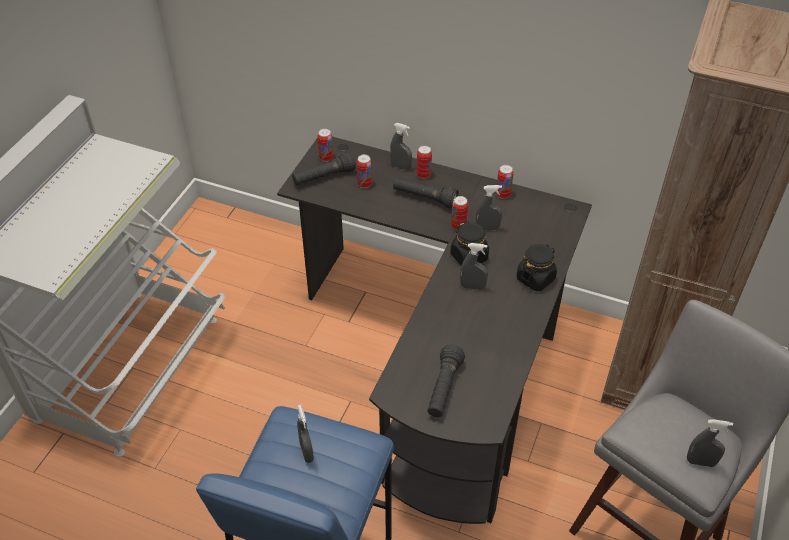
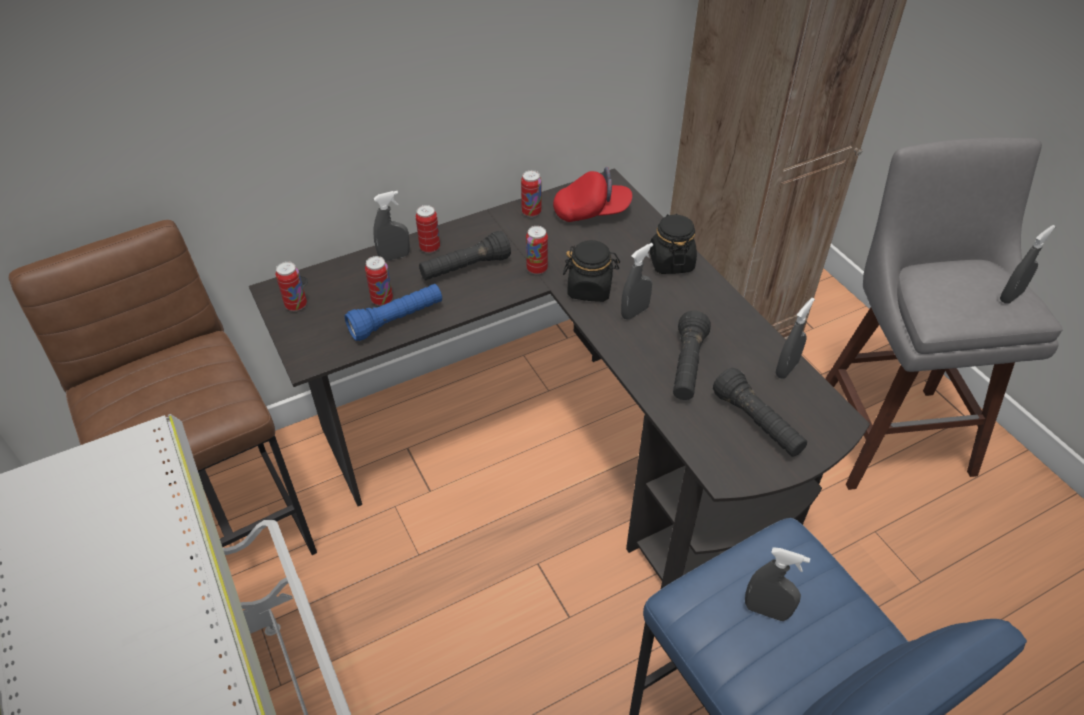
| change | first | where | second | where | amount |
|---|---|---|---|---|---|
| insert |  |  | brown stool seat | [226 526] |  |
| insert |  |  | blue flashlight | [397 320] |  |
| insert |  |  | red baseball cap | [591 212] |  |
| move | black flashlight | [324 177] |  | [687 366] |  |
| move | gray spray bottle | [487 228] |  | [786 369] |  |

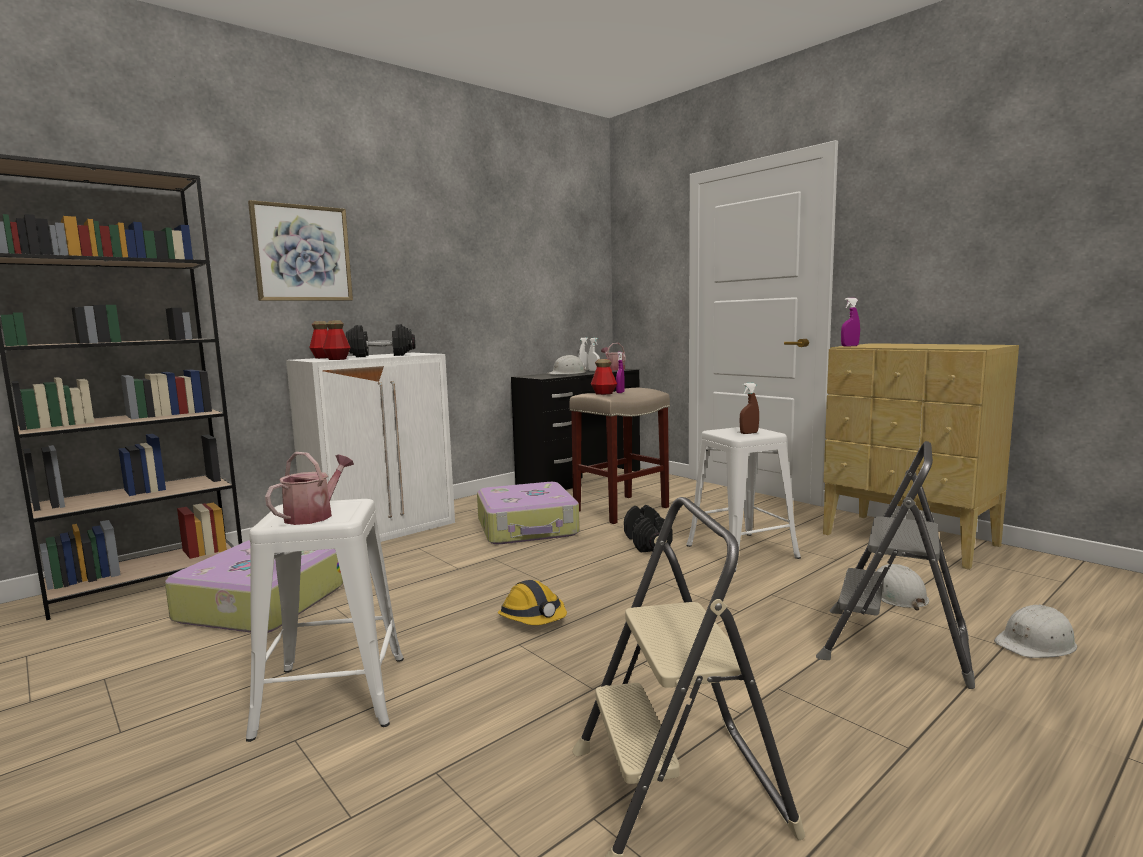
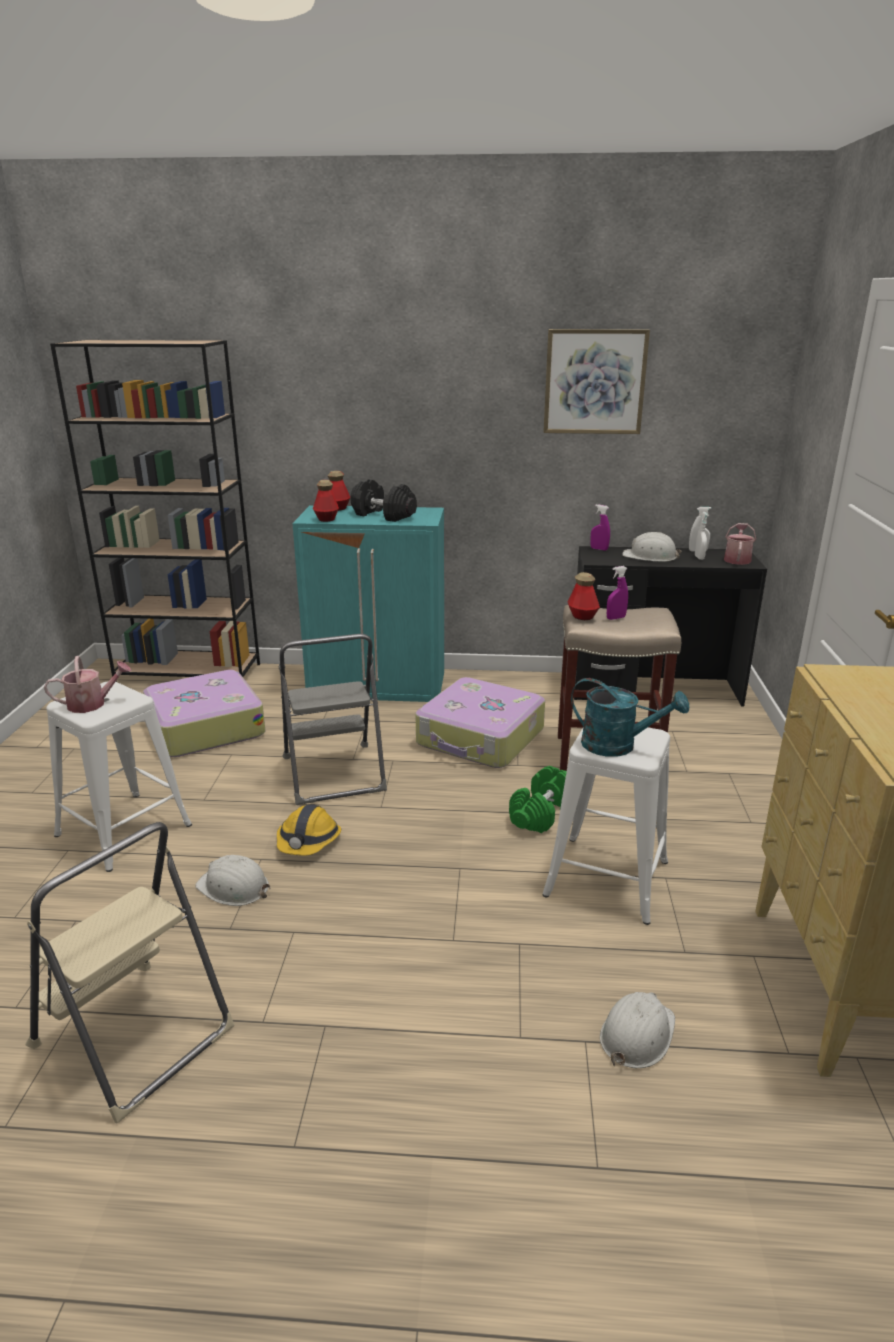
| change | first | where | second | where | amount |
|---|---|---|---|---|---|
| move | picture | [302 253] |  | [594 382] |  |
| move | gray stepladder | [901 647] |  | [333 775] |  |
| move | purple spray bottle | [849 346] |  | [599 549] |  |
| move | white safety helmet | [1036 643] |  | [233 887] |  |
| replace | brown spray bottle | [749 433] | turquoise sprinkling can | [618 746] |  |
| recolor | white cabinet | [382 529] | turquoise cabinet | [378 685] |  |
| recolor | black dumbbell | [647 543] | green-coloured dumbbell | [541 814] |  |

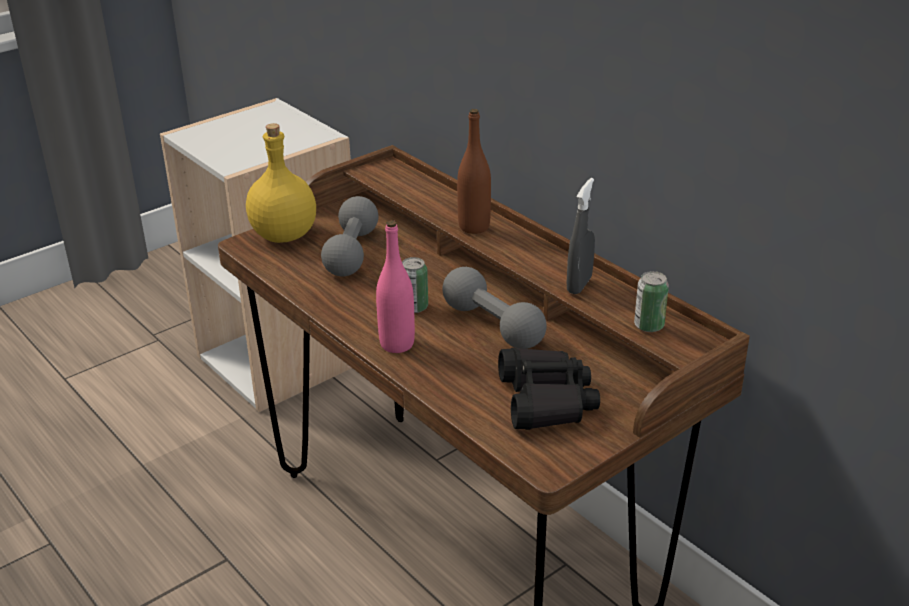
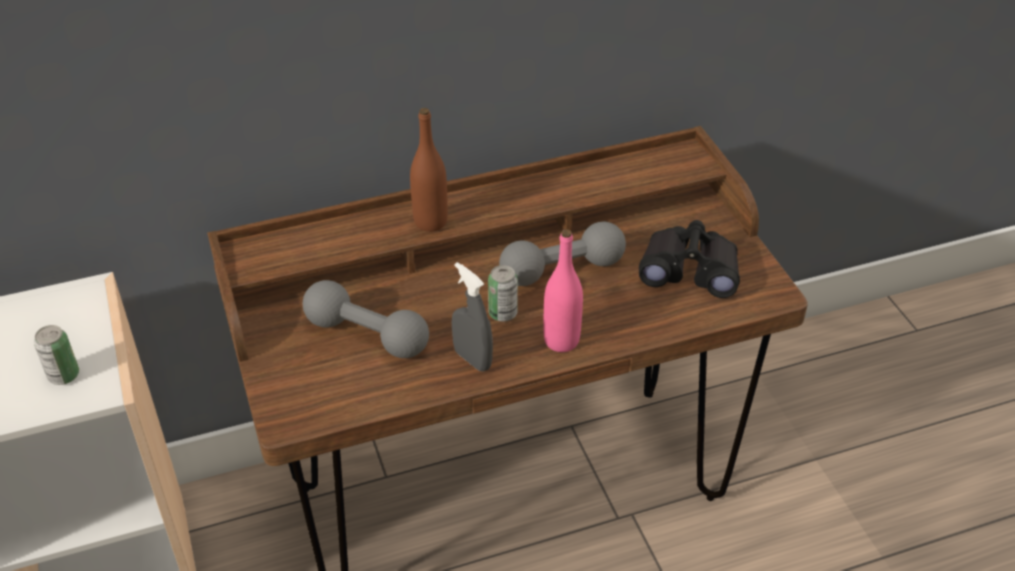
| change | first | where | second | where | amount |
|---|---|---|---|---|---|
| delete | yellow-coloured bottle | [284 236] |  |  |  |
| move | gray spray bottle | [579 285] |  | [472 359] |  |
| move | metal can | [649 326] |  | [64 375] |  |

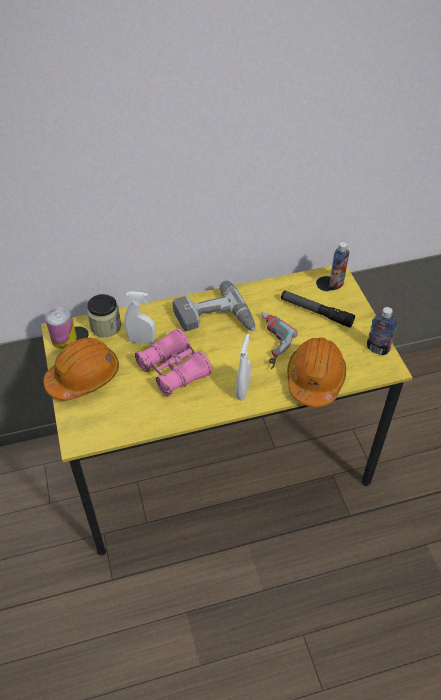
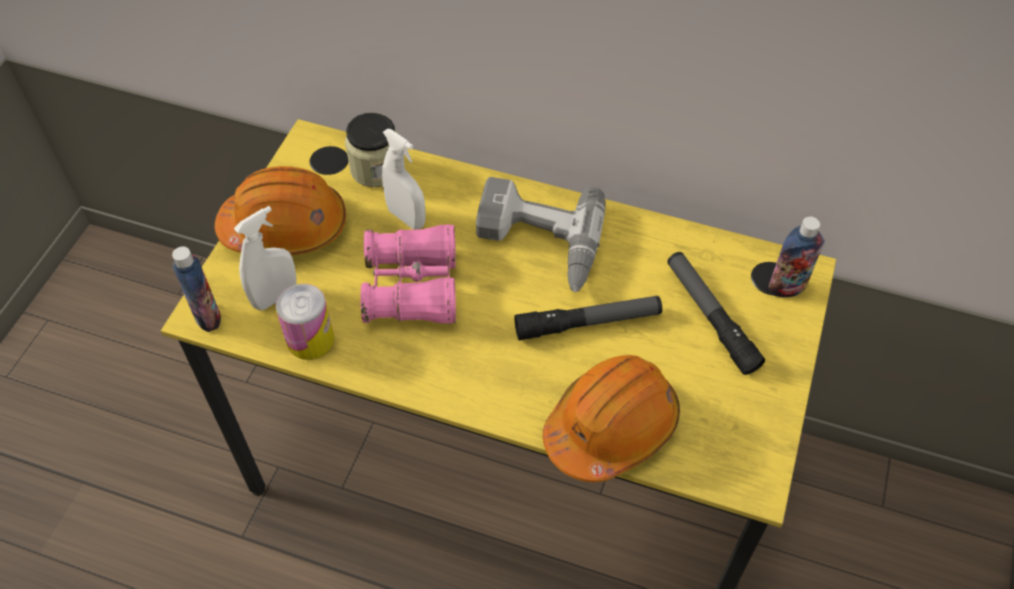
| change | first | where | second | where | amount |
|---|---|---|---|---|---|
| move | metal can | [64 339] |  | [310 339] |  |
| move | white spray bottle | [243 390] |  | [275 297] |  |
| move | bottle | [377 349] |  | [207 316] |  |
| replace | electric drill | [267 342] | flashlight | [588 323] |  |

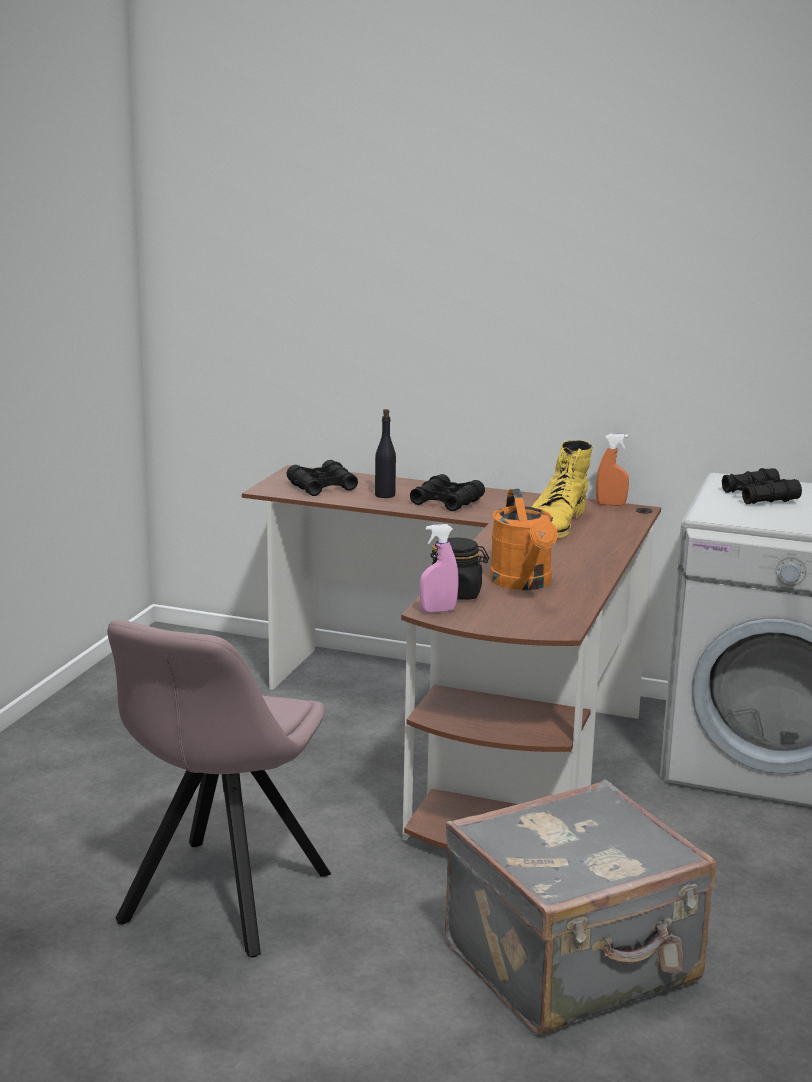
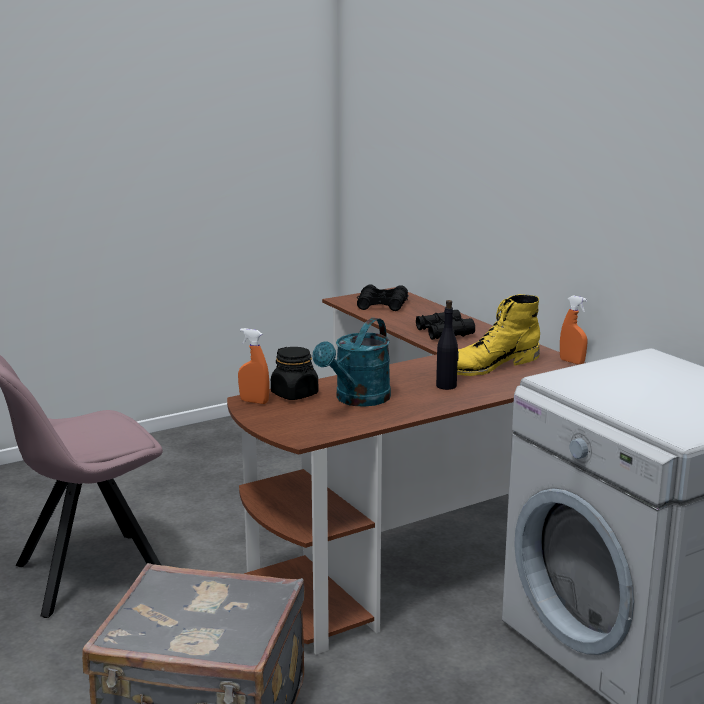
| change | first | where | second | where | amount |
|---|---|---|---|---|---|
| delete | black binoculars | [759 496] |  |  |  |
| move | black bottle | [385 495] |  | [446 386] |  |
| recolor | pinkish spray bottle | [438 611] | orange spray bottle | [254 401] |  |
| recolor | orange sprinkling can | [524 583] | turquoise sprinkling can | [357 400] |  |

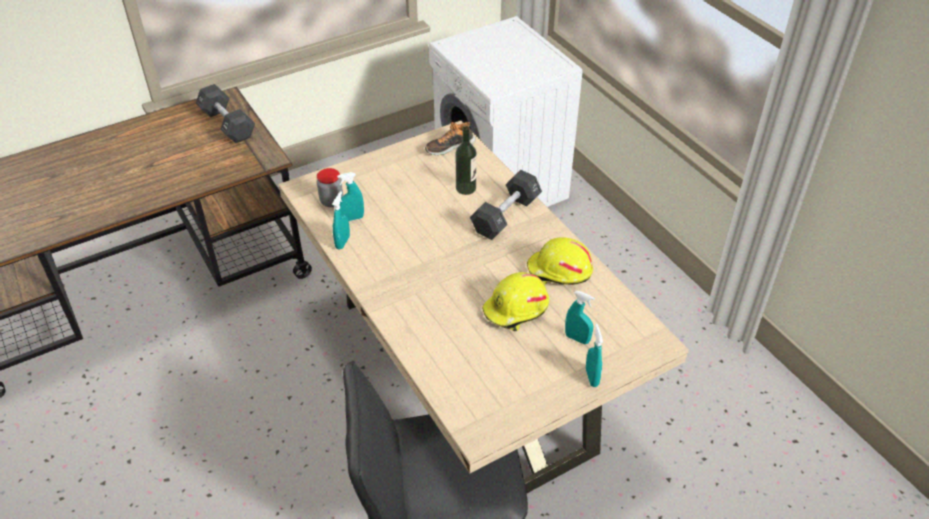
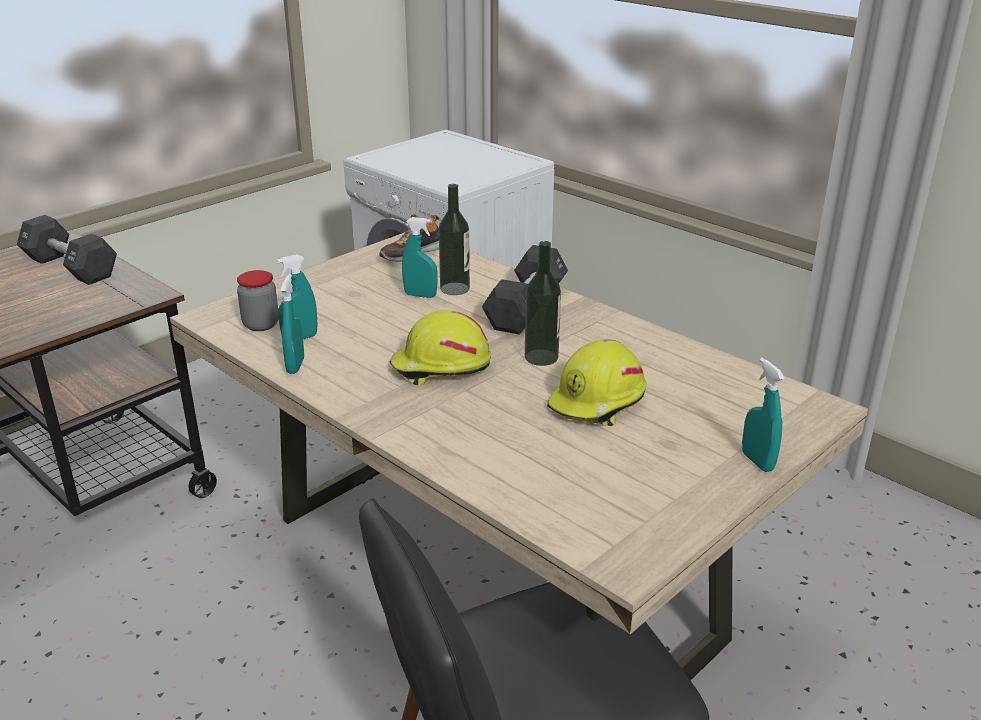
| change | first | where | second | where | amount |
|---|---|---|---|---|---|
| insert |  |  | bottle | [541 357] |  |
| move | yellow-coloured safety helmet | [559 271] |  | [440 367] |  |
| move | turquoise spray bottle | [577 338] |  | [420 295] |  |

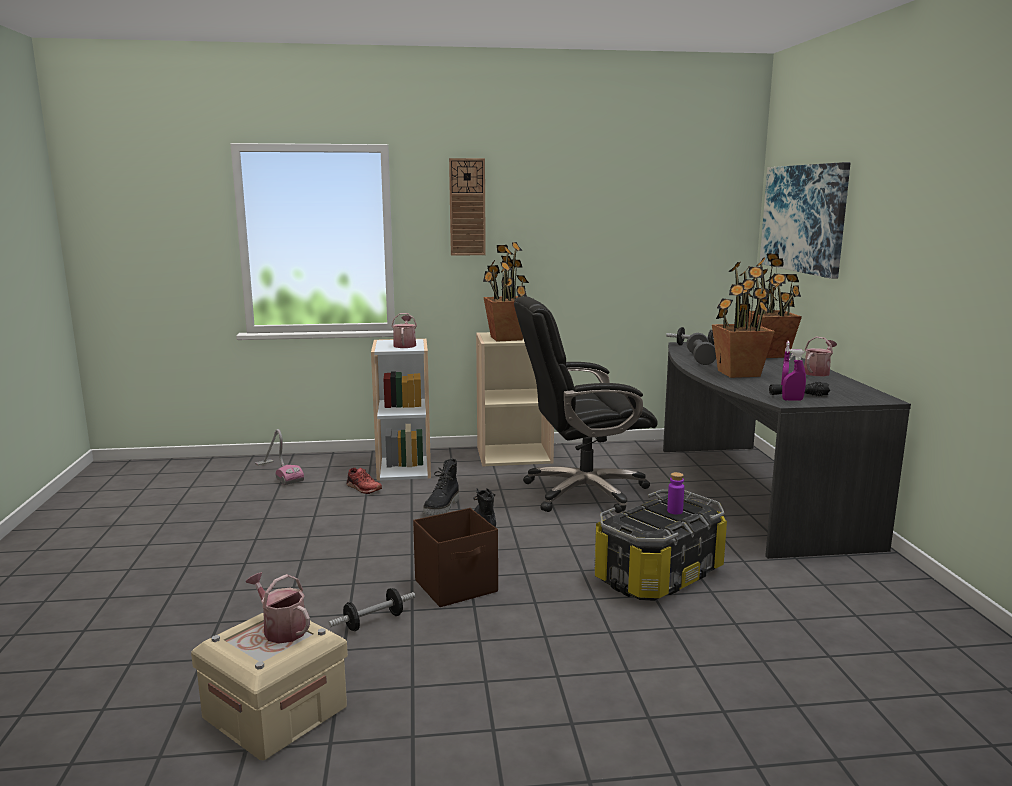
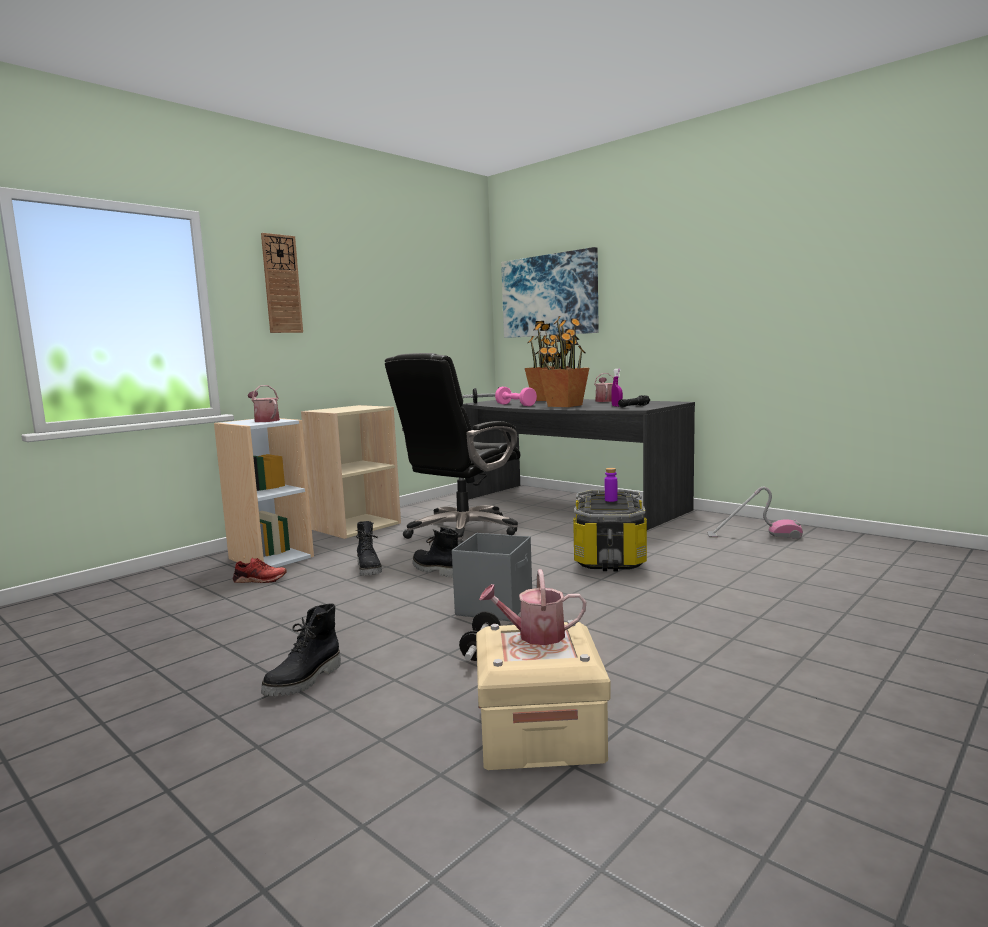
| change | first | where | second | where | amount |
|---|---|---|---|---|---|
| delete | potted plant | [505 338] |  |  |  |
| delete | purple spray bottle | [792 400] |  |  |  |
| insert |  |  | black boot | [304 681] |  |
| move | hoover | [278 473] |  | [753 535] |  |
| recolor | brown storage box | [457 586] | gray storage box | [495 606] |  |
| recolor | gray dumbbell | [700 359] | pinkish dumbbell | [515 405] |  |

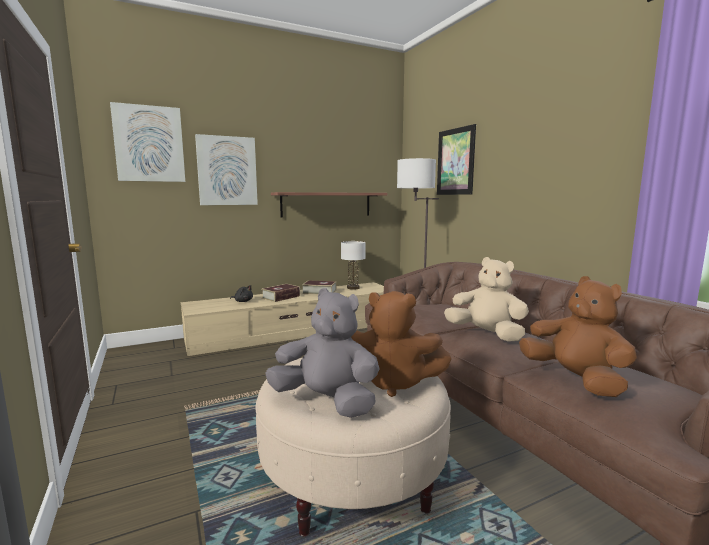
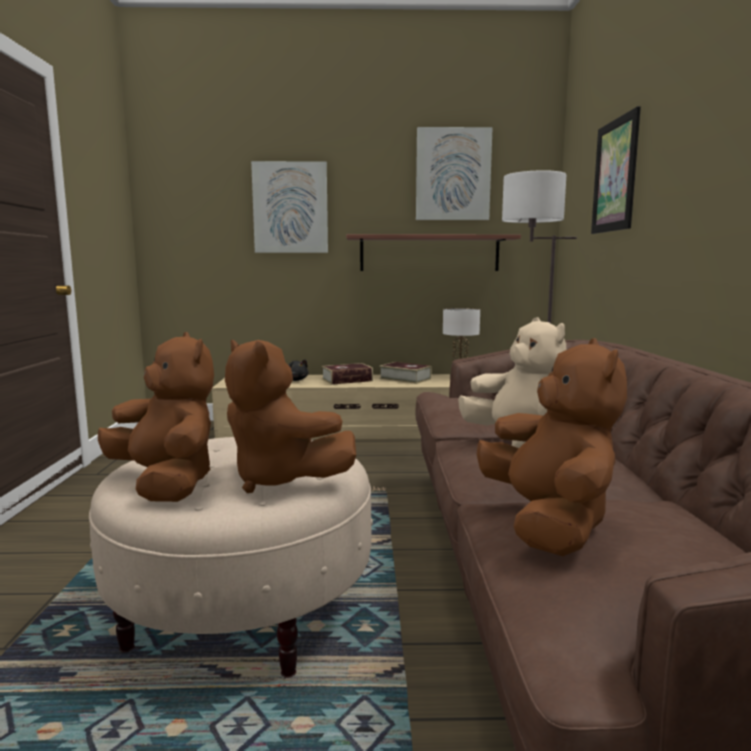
| change | first | where | second | where | amount |
|---|---|---|---|---|---|
| move | picture | [149 144] |  | [453 174] |  |
| recolor | gray plush toy | [327 402] | brown plush toy | [166 484] |  |

